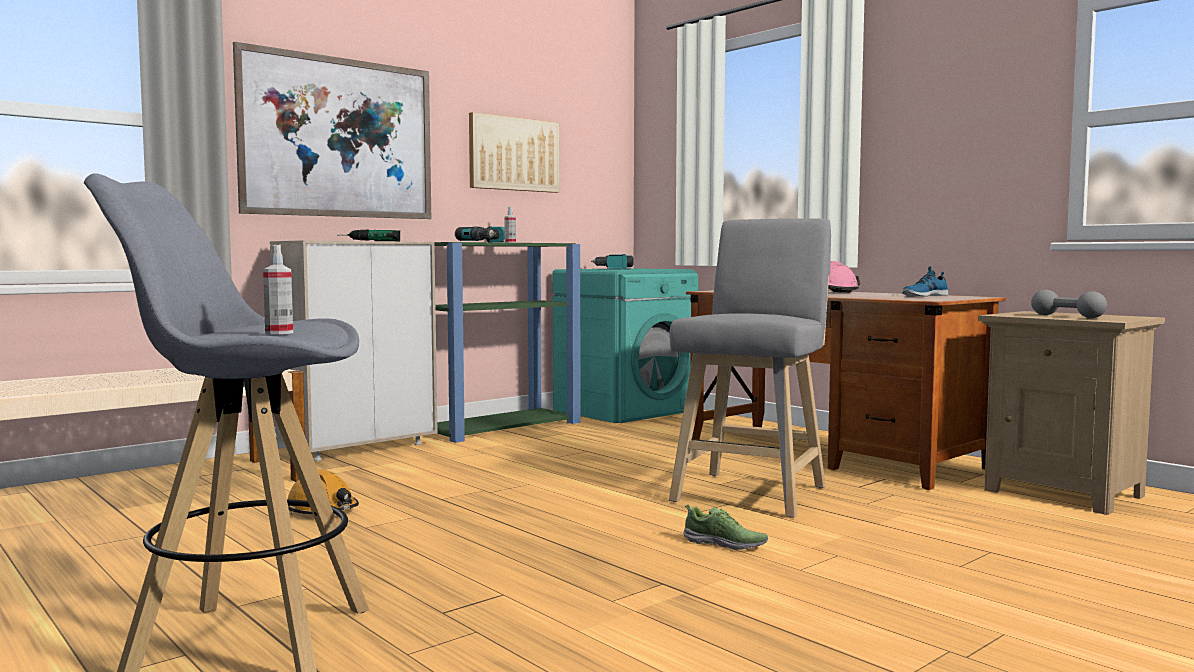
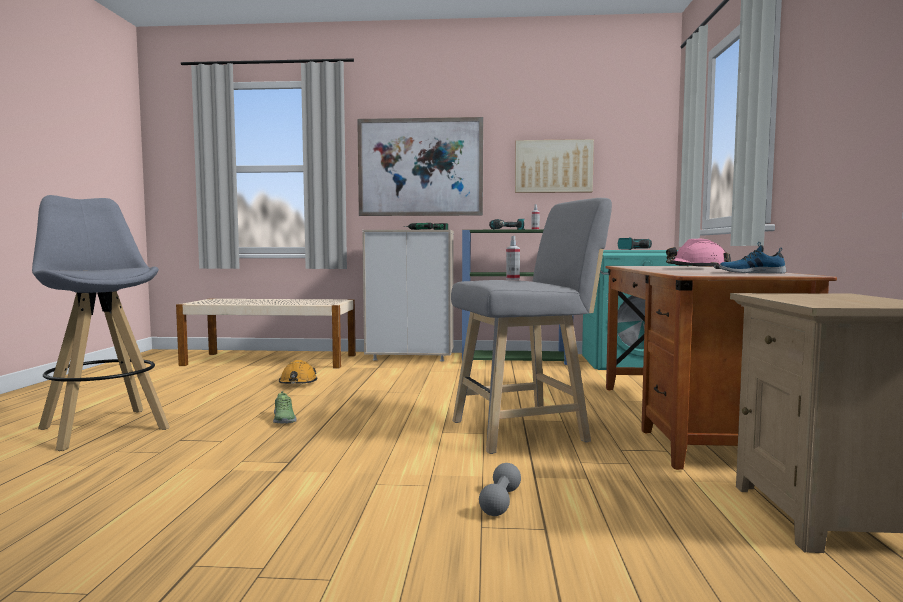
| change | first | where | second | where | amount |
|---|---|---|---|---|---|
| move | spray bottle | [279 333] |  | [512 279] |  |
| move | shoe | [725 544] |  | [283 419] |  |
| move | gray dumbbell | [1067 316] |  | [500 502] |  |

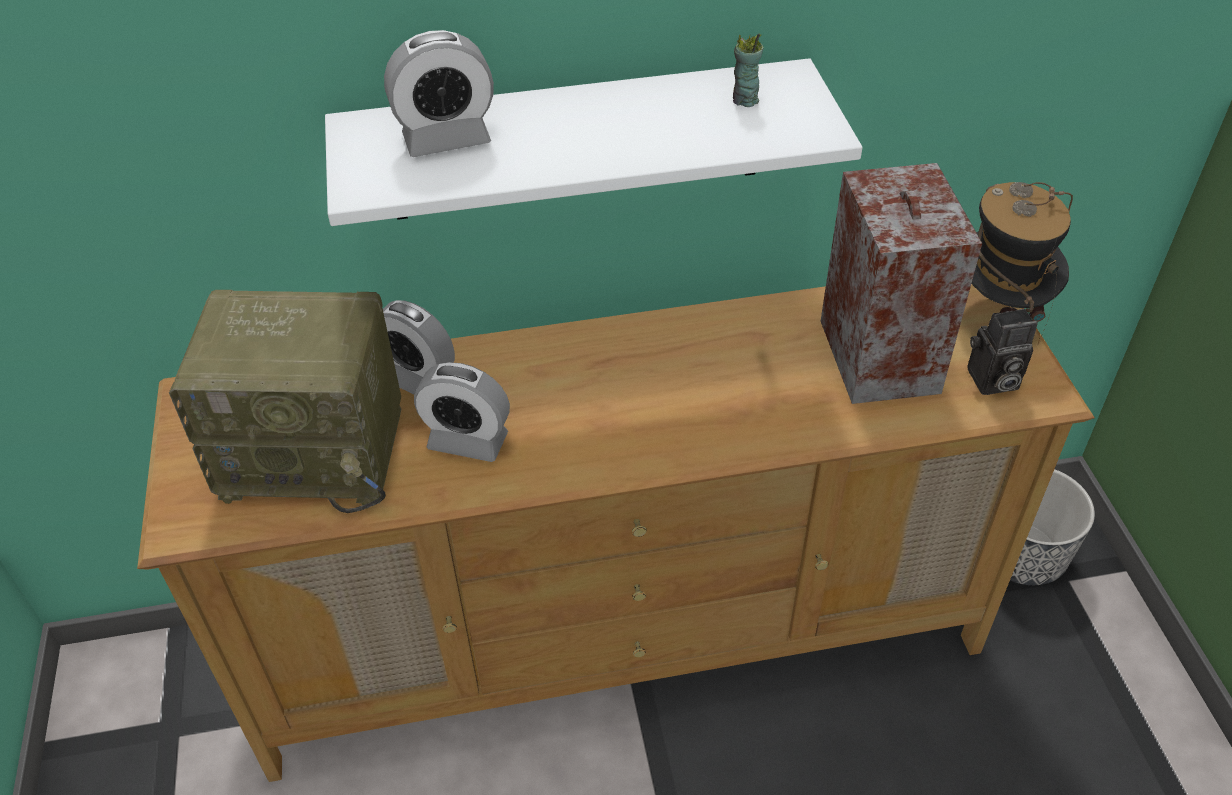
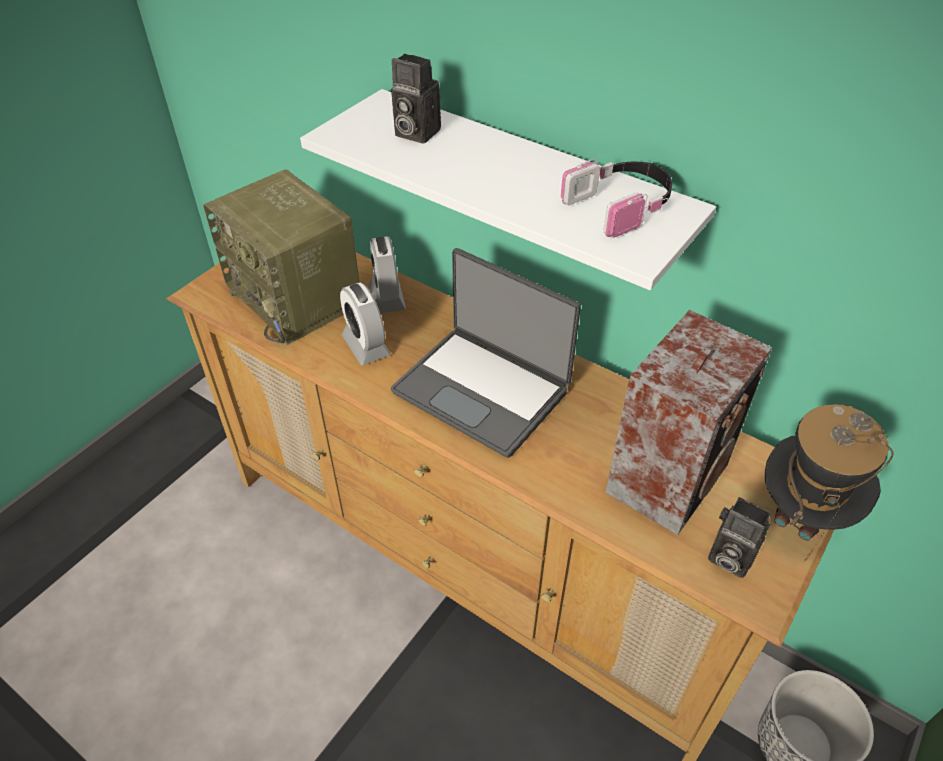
| change | first | where | second | where | amount |
|---|---|---|---|---|---|
| insert |  |  | notebook computer | [483 390] |  |
| replace | bedside clock | [446 139] | photo camera | [414 133] |  |
| replace | drinking cup | [745 100] | pair of headphones | [621 206] |  |

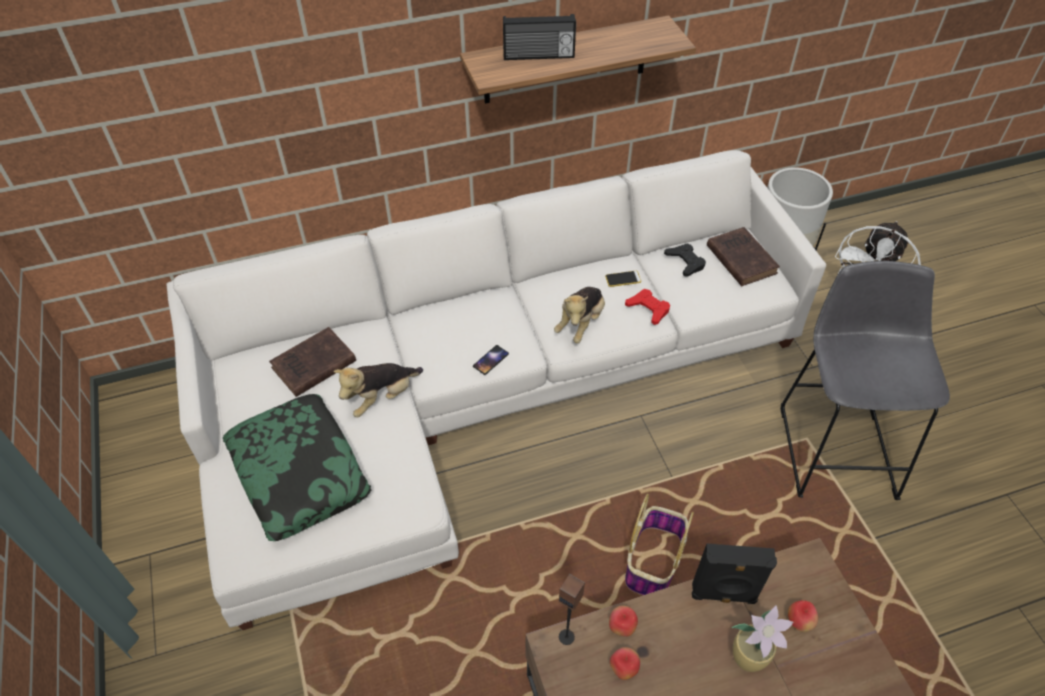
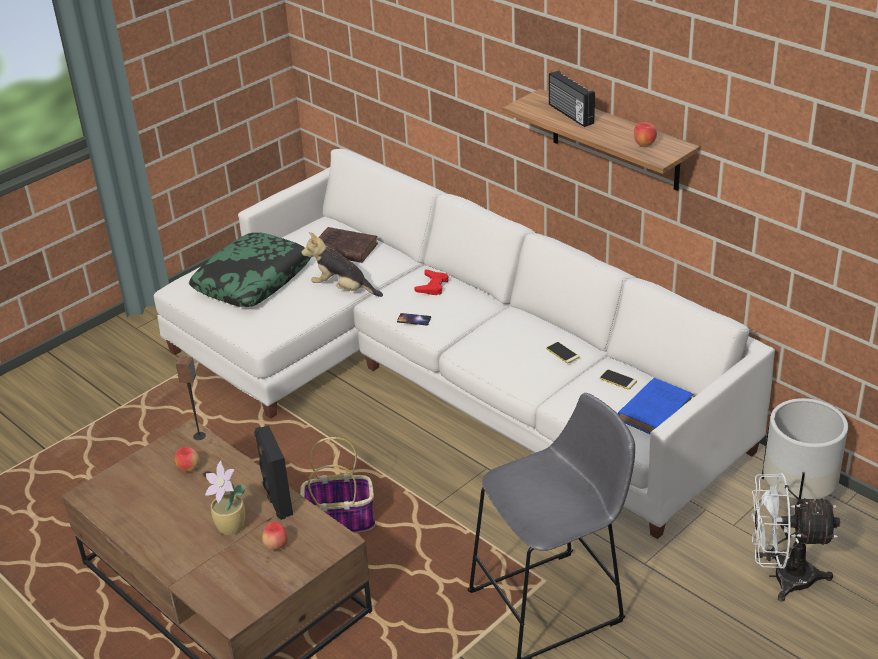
| change | first | where | second | where | amount |
|---|---|---|---|---|---|
| delete | plush toy | [581 323] |  |  |  |
| move | whole apple | [621 627] |  | [644 145] |  |
| move | red gamepad | [648 309] |  | [432 286] |  |
| replace | black gamepad | [685 262] | telephone | [618 380] |  |
| recolor | brown volume | [740 258] | blue volume | [656 410] |  |

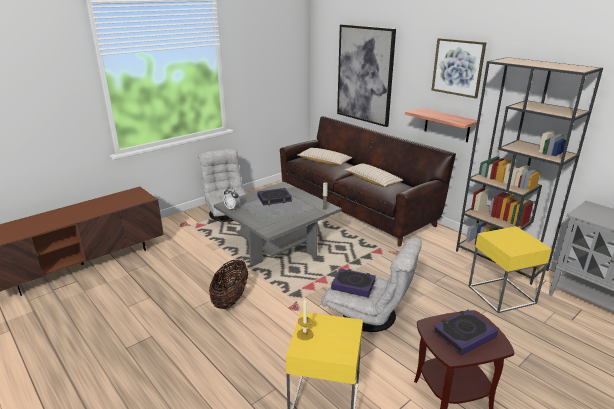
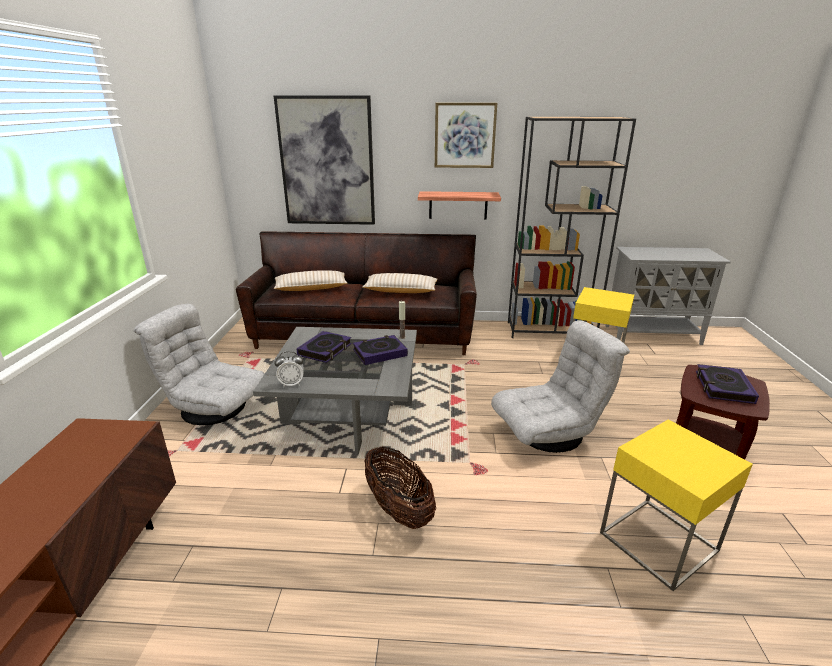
| change | first | where | second | where | amount |
|---|---|---|---|---|---|
| delete | candle | [305 334] |  |  |  |
| move | volume | [353 285] |  | [380 353] |  |

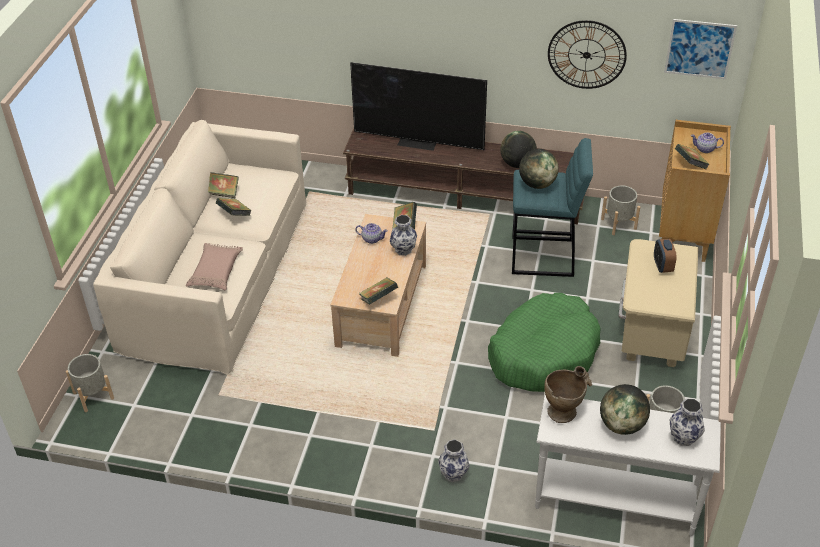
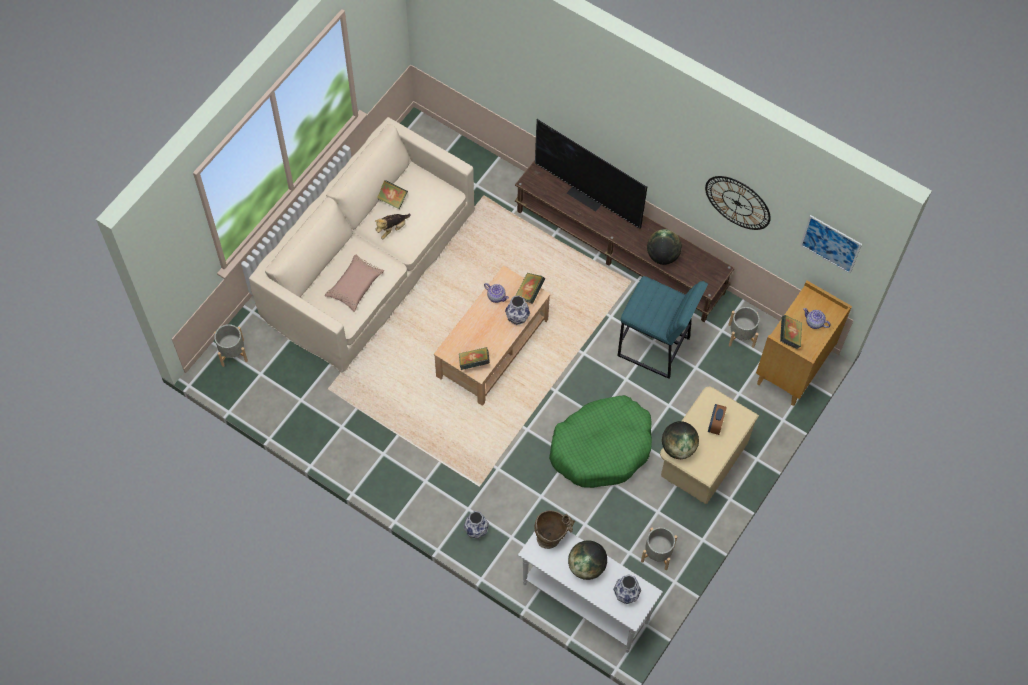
| change | first | where | second | where | amount |
|---|---|---|---|---|---|
| move | globe | [537 184] |  | [678 447] |  |
| replace | volume | [235 215] | plush toy | [392 229] |  |

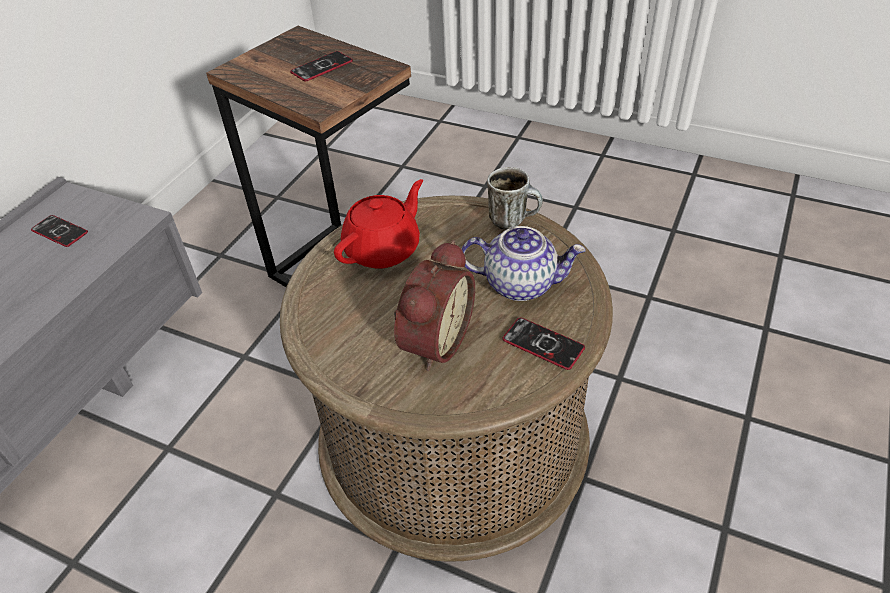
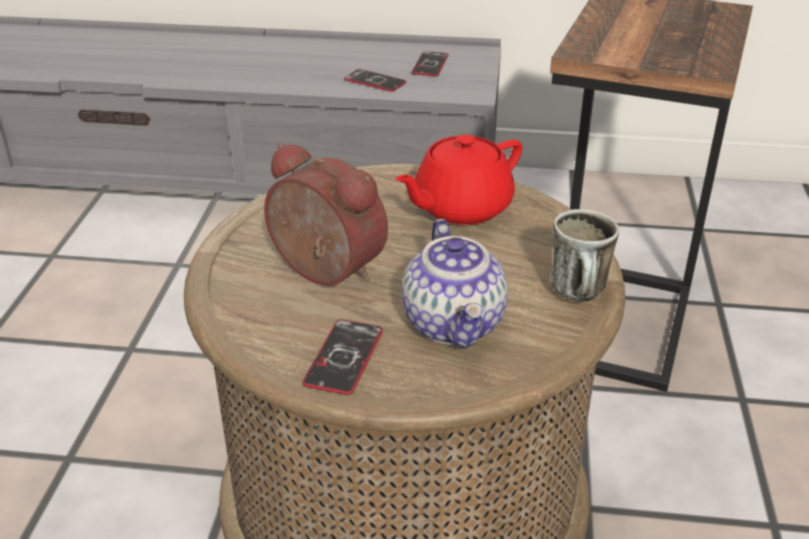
| change | first | where | second | where | amount |
|---|---|---|---|---|---|
| move | telephone | [322 67] |  | [375 82] |  |
| rotate | red tea pot | [384 249] |  | [460 208] | 120 degrees clockwise |
| rotate | bedside clock | [432 340] |  | [323 273] | 150 degrees counterclockwise |

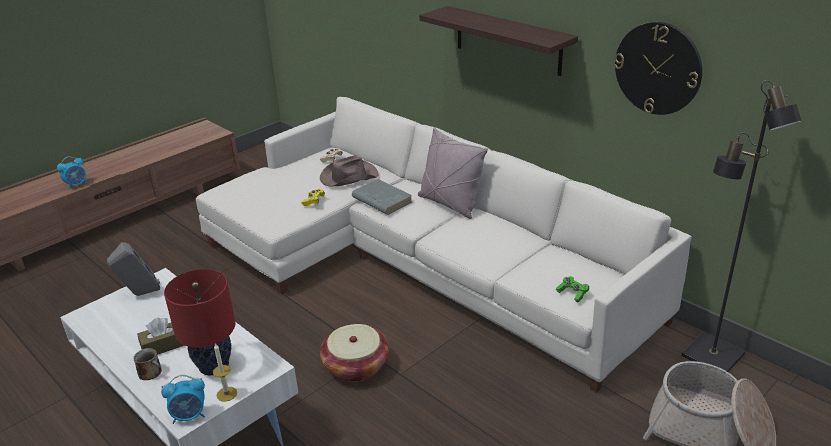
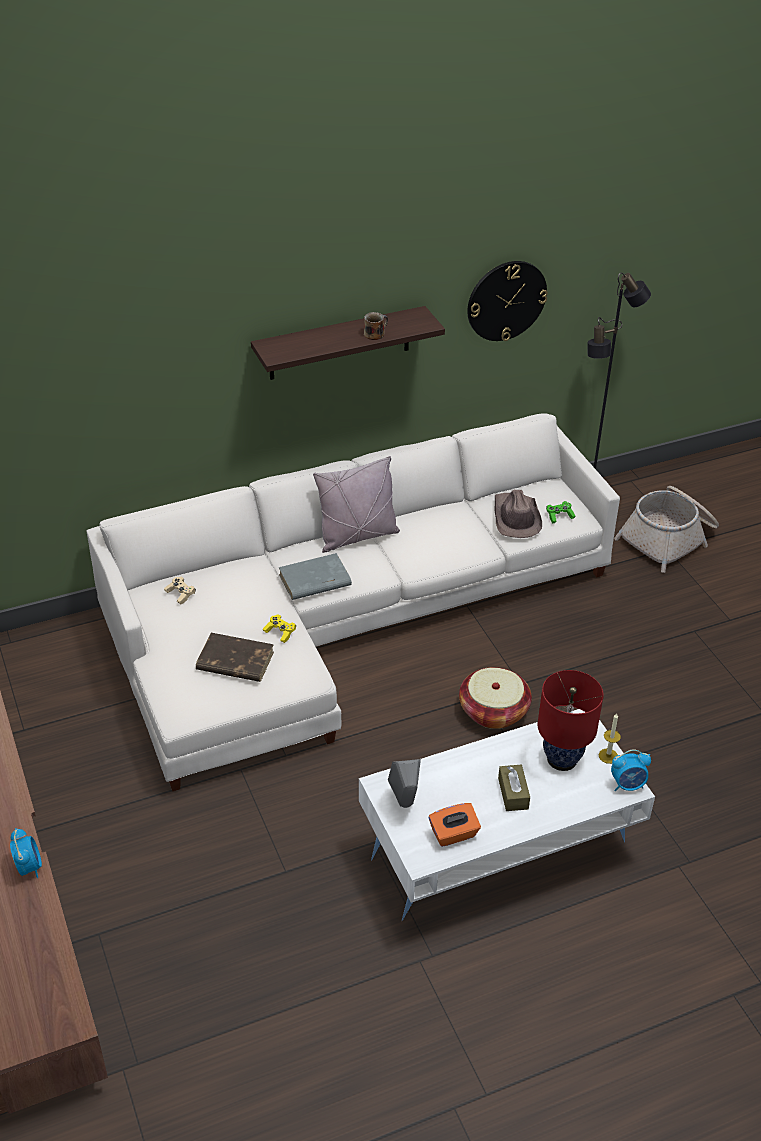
| change | first | where | second | where | amount |
|---|---|---|---|---|---|
| insert |  |  | brown volume | [234 661] |  |
| insert |  |  | orange box of tissues | [454 834] |  |
| move | mug | [151 372] |  | [375 334] |  |
| move | brown hat | [348 177] |  | [515 517] |  |
| rotate | bedside clock | [189 416] |  | [628 785] | 75 degrees clockwise |

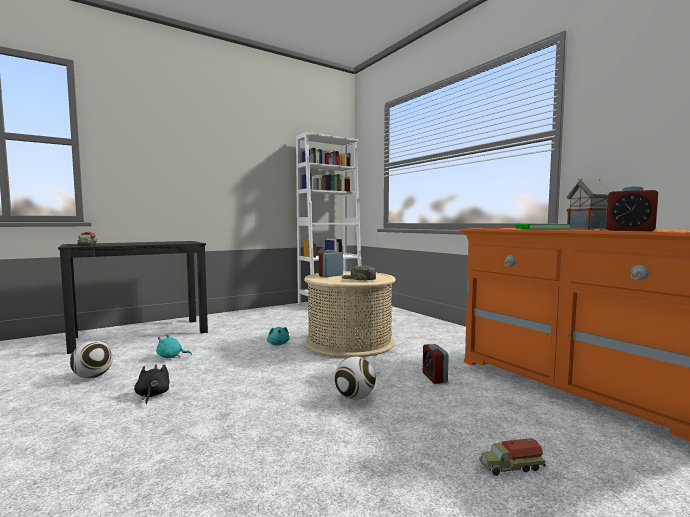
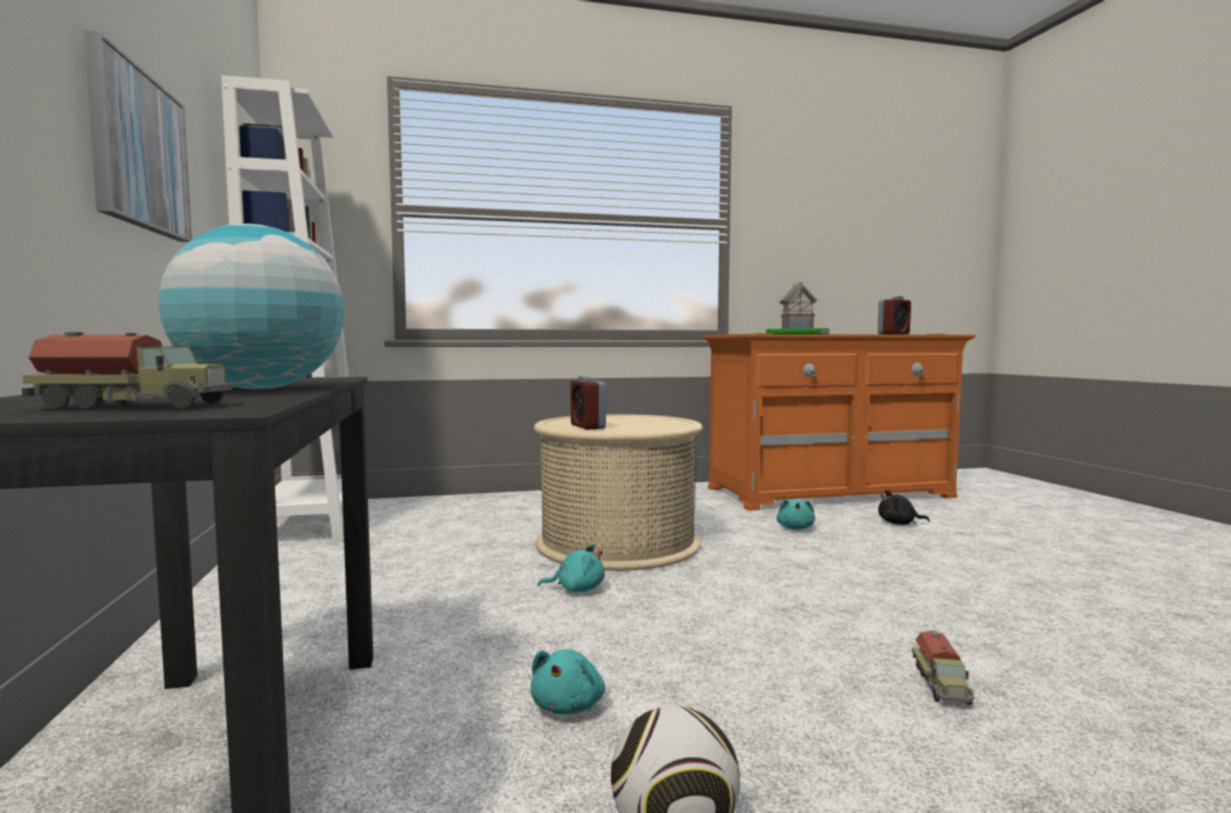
| change | first | where | second | where | amount |
|---|---|---|---|---|---|
| delete | football ball | [354 397] |  |  |  |
| delete | green-coloured baseball cap | [358 278] |  |  |  |
| insert |  |  | picture | [138 151] |  |
| insert |  |  | globe | [261 389] |  |
| move | black plush toy | [152 395] |  | [899 523] |  |
| move | model truck | [510 466] |  | [942 685] |  |
| replace | bedside clock | [434 378] | turquoise plush toy | [795 528] |  |

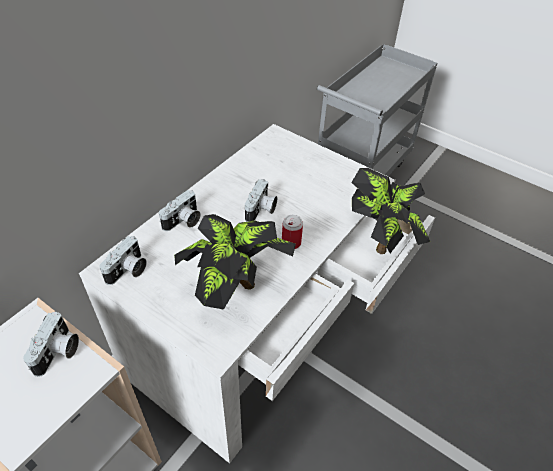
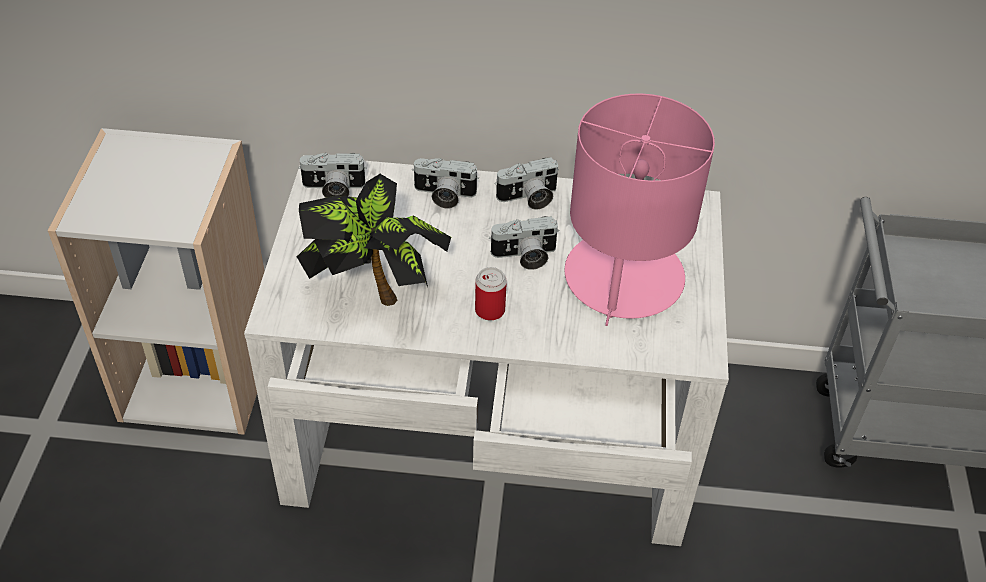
| change | first | where | second | where | amount |
|---|---|---|---|---|---|
| delete | potted plant | [380 241] |  |  |  |
| insert |  |  | pinkish tabletop lamp | [623 278] |  |
| move | photo camera | [58 352] |  | [529 198] |  |

